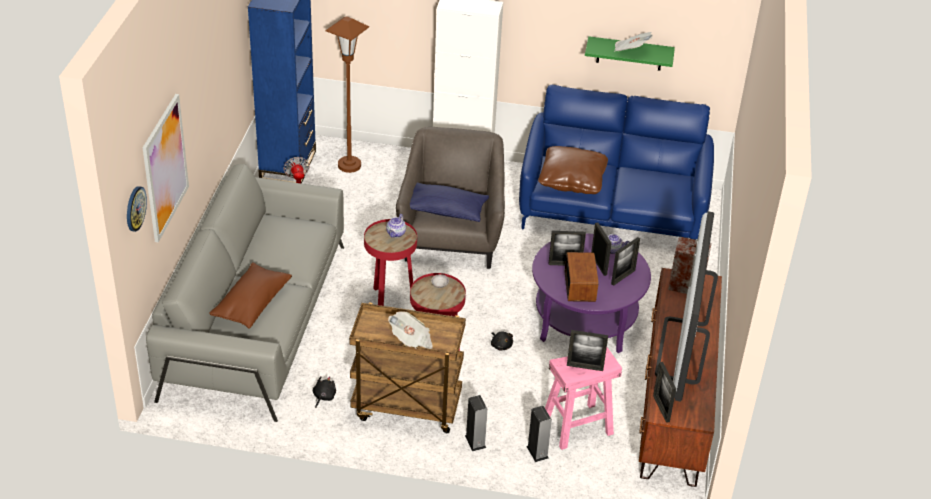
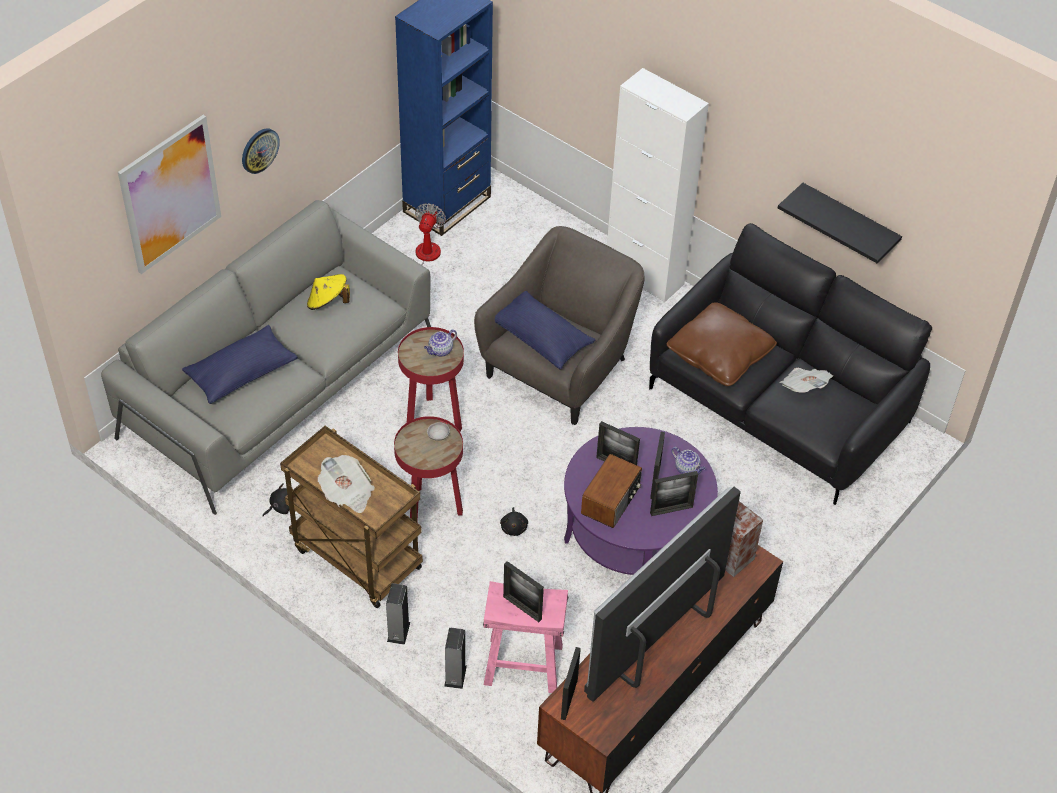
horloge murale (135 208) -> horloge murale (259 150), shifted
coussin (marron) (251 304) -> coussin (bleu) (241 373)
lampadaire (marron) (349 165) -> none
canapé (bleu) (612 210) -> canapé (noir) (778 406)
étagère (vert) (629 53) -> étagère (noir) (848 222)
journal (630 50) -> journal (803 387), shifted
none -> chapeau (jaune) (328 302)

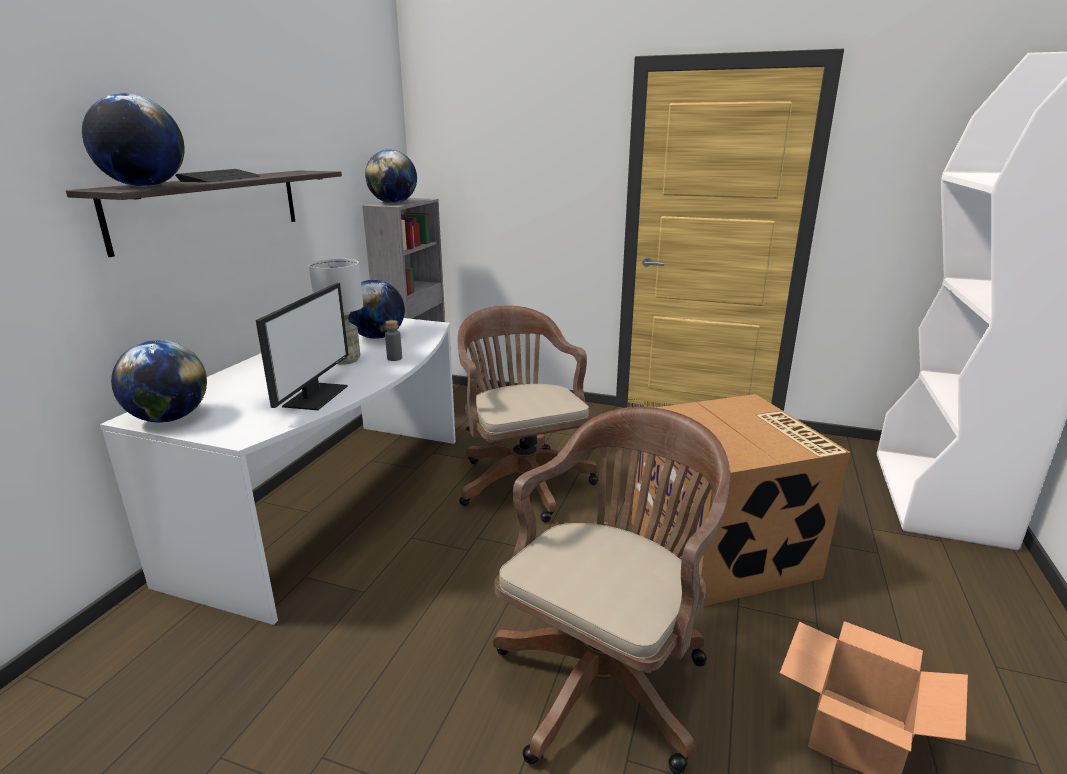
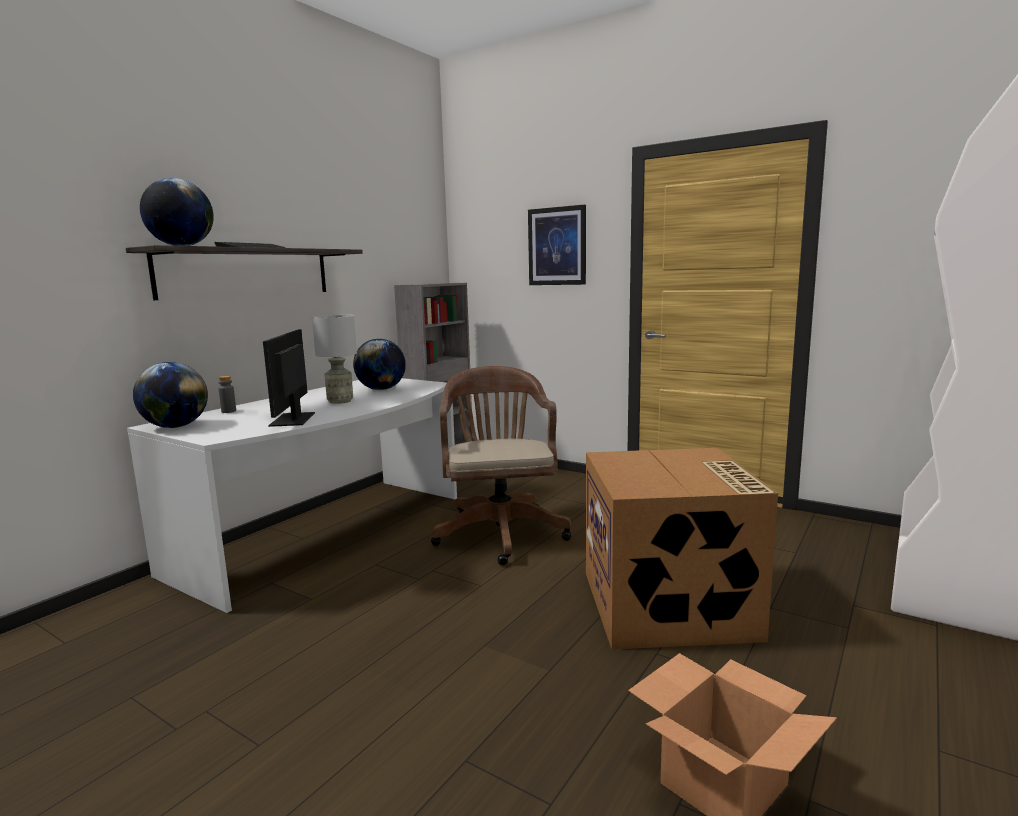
écran d'ordinateur (315 395) -> écran d'ordinateur (293 419), 150 degrees clockwise
globe (393 203) -> none
bouteille (gris) (394 358) -> bouteille (gris) (229 411), shifted
chaise de bureau (marron) (607 675) -> none
none -> tableau (557 246)

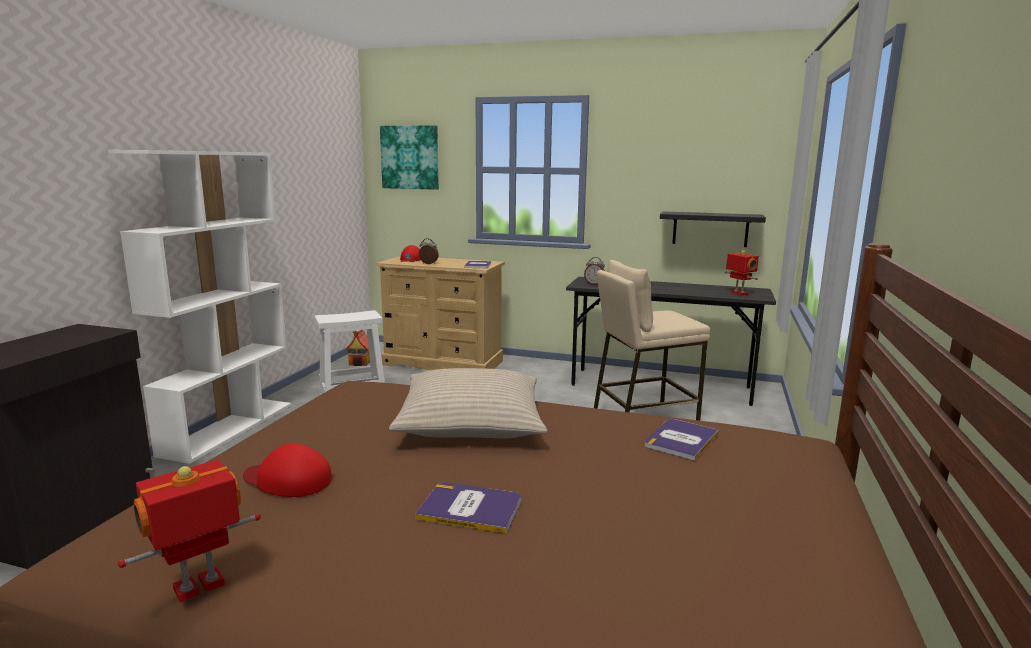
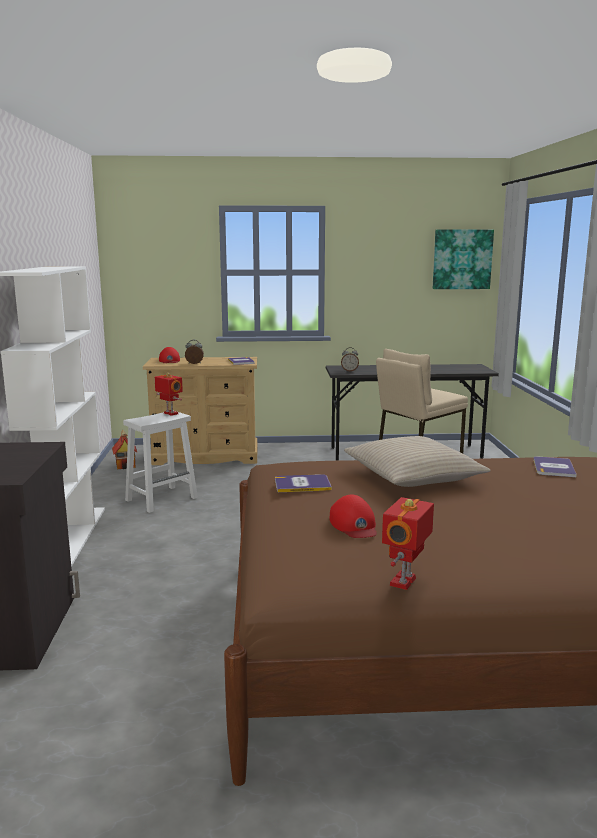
casquette (rouge) (287 480) -> casquette (rouge) (354 525), 105 degrees counterclockwise
tableau (410 157) -> tableau (462 259), shifted
livre (470 508) -> livre (302 484), shifted
étagère (noir) (710 229) -> none
robot jouet (739 293) -> robot jouet (170 414), shifted

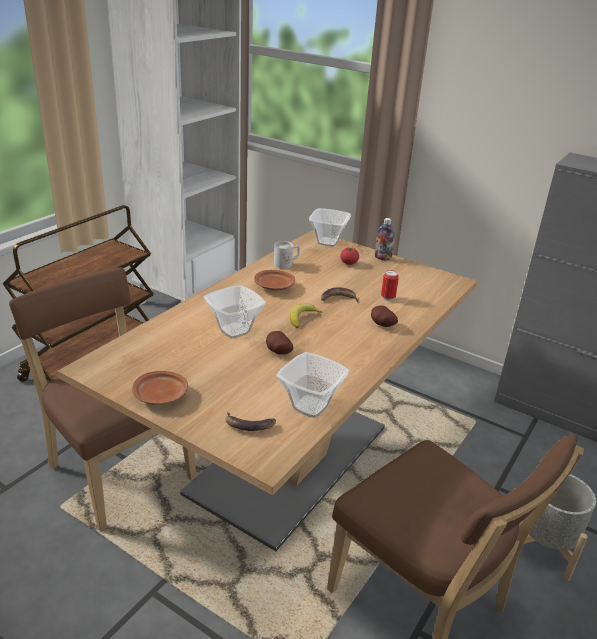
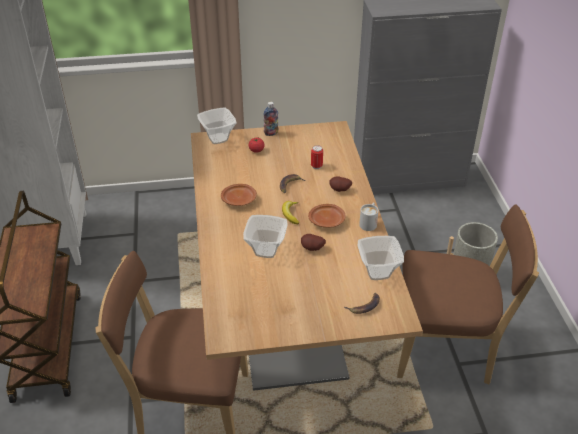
assiette (marron) (161 396) -> assiette (marron) (327 221), shifted
mug (blanc) (286 263) -> mug (blanc) (369 222), shifted

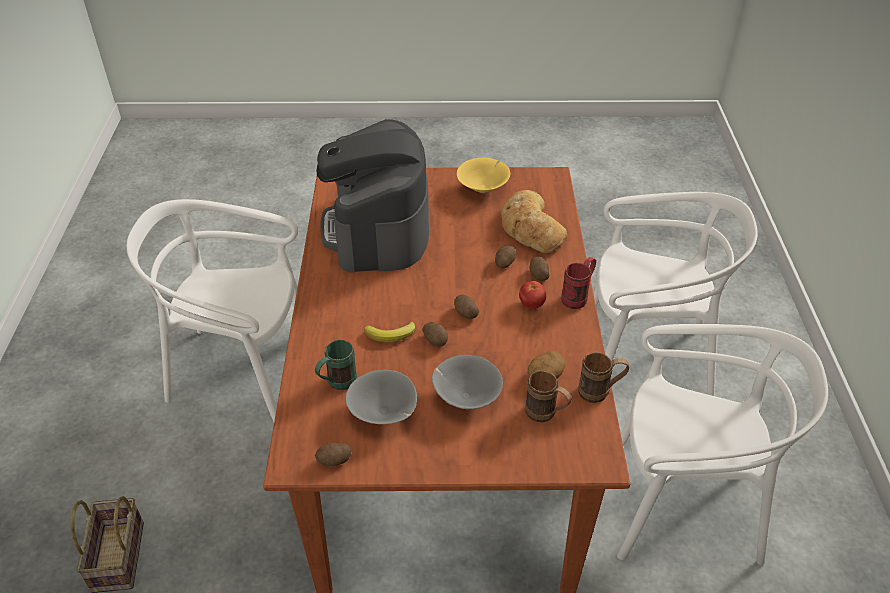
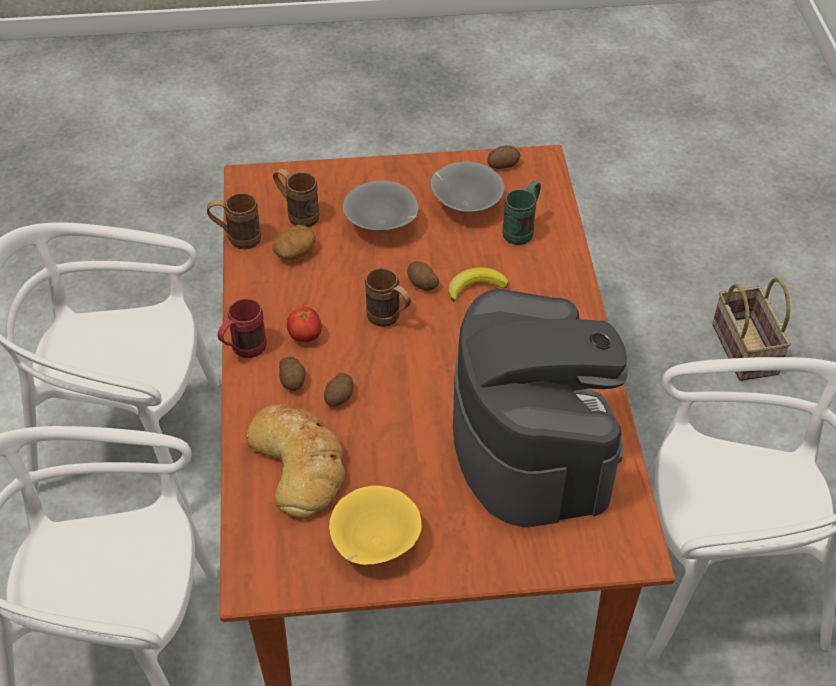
pomme de terre (465 313) -> mug (marron) (389 319)

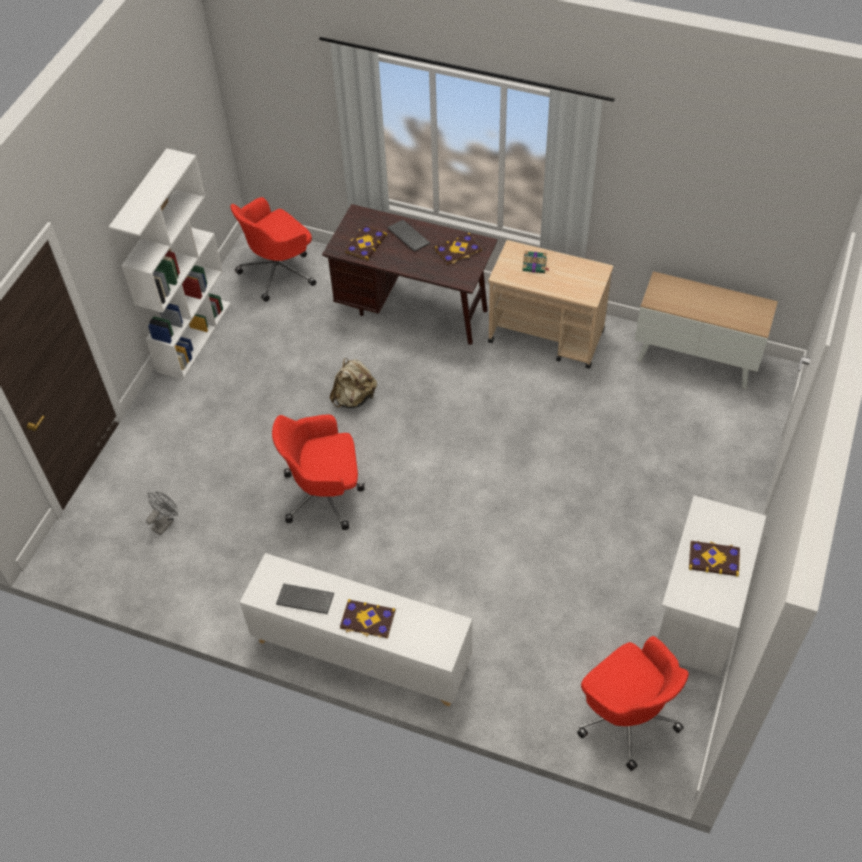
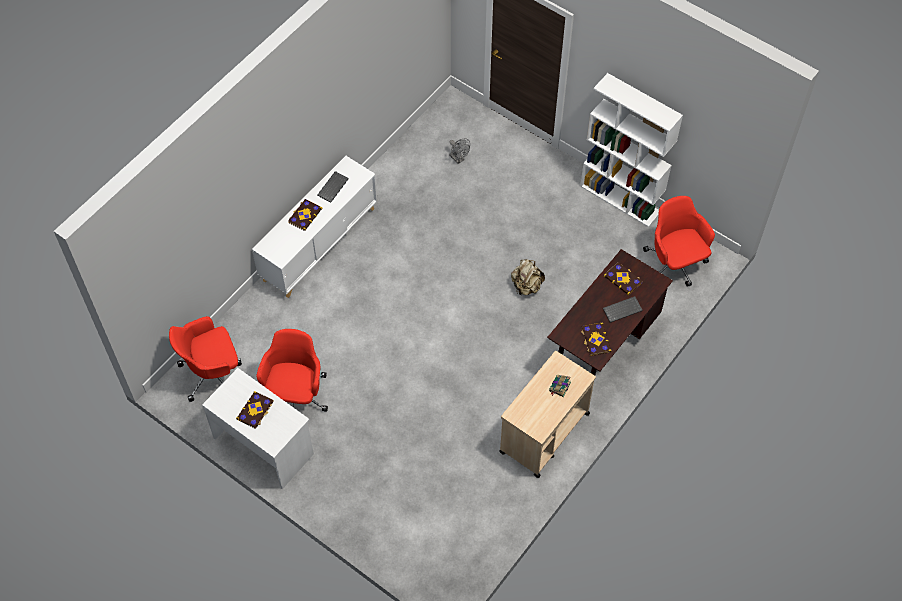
chaise de bureau (rouge) (325 494) -> chaise de bureau (rouge) (296 396), shifted
meuble de rangement (697 358) -> none

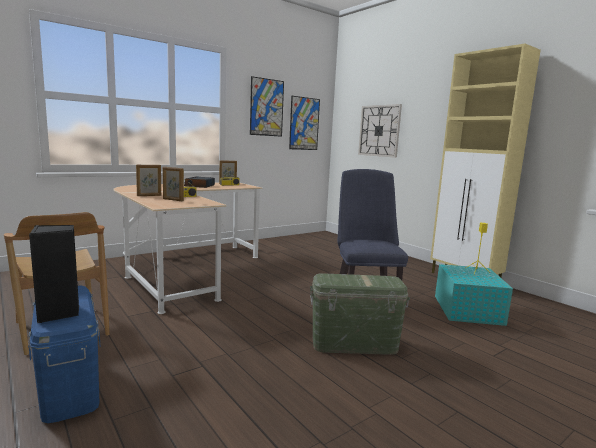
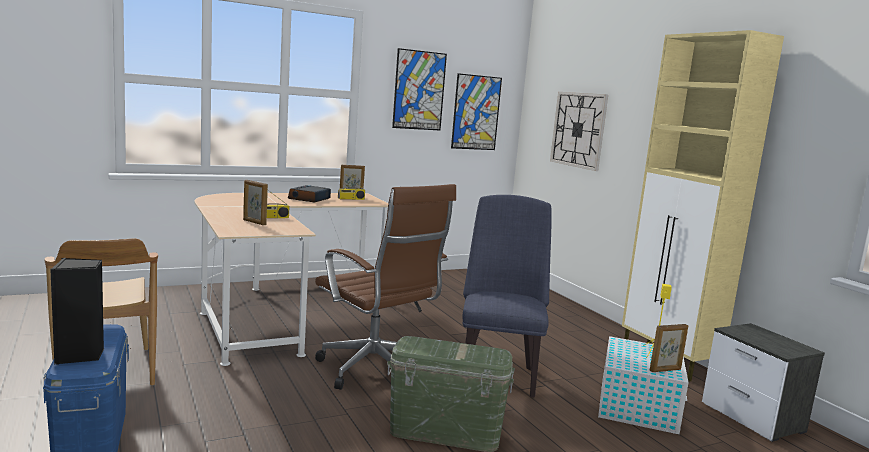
cadre photo (149 195) -> cadre photo (665 370), shifted
boîte de rangement (turquoise) (467 309) -> boîte de rangement (blanc) (638 405)
none -> chaise de bureau (marron) (376 371)
none -> table de chevet (753 418)

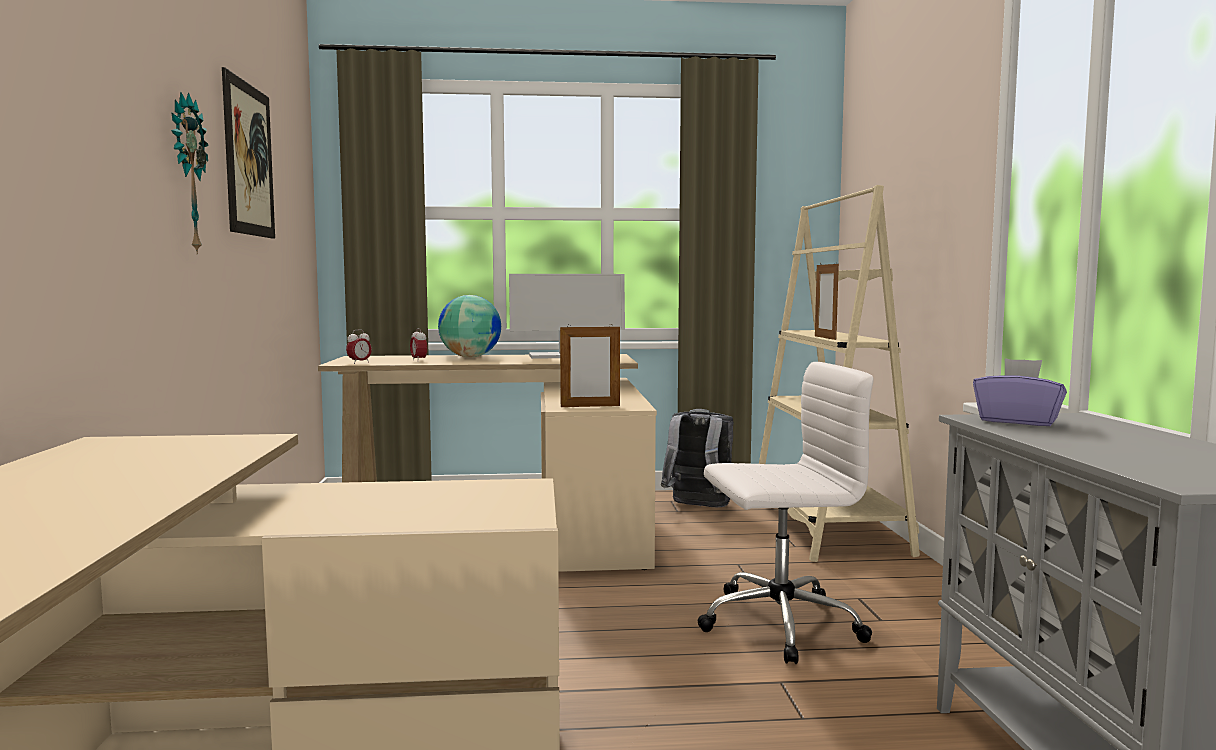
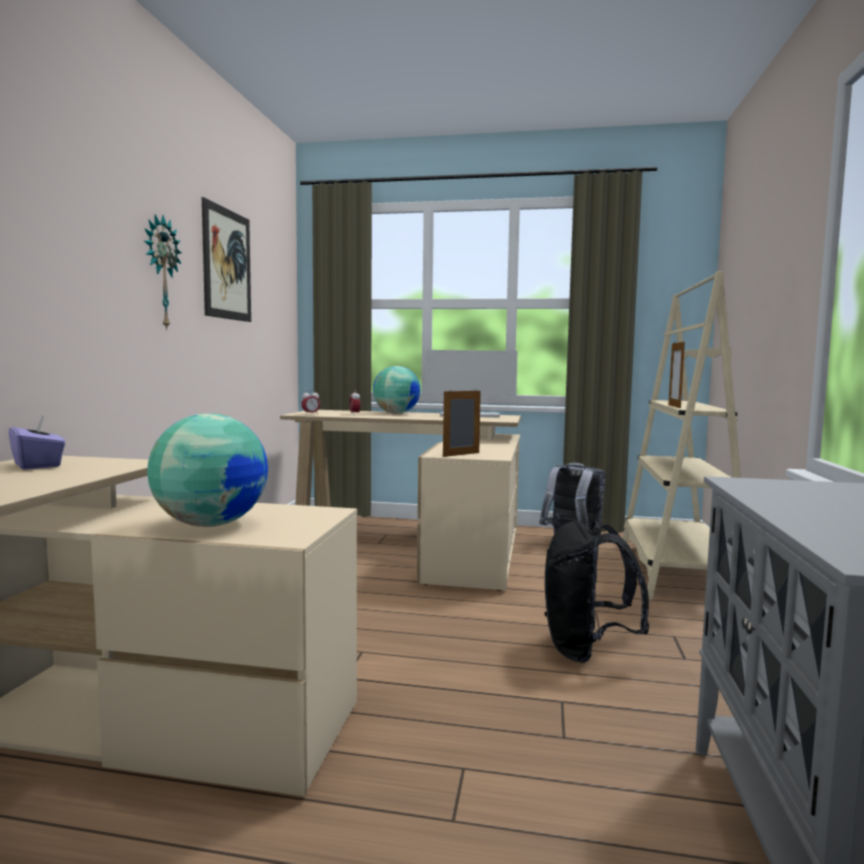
cadre photo (590 406) -> cadre photo (461 454), 135 degrees clockwise
chaise de bureau (blanc) (777 624) -> sac à dos (noir) (586 650)
boîte à mouchoirs (violet) (1018 421) -> boîte à mouchoirs (violet) (38 465), shifted
none -> globe (210 524)

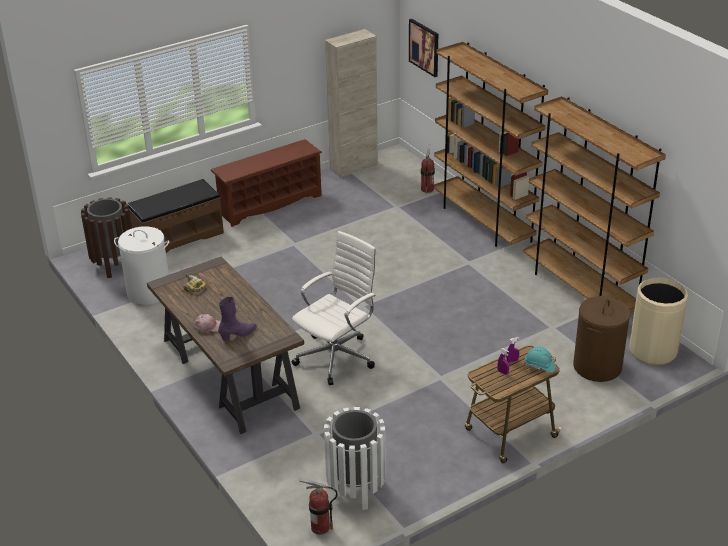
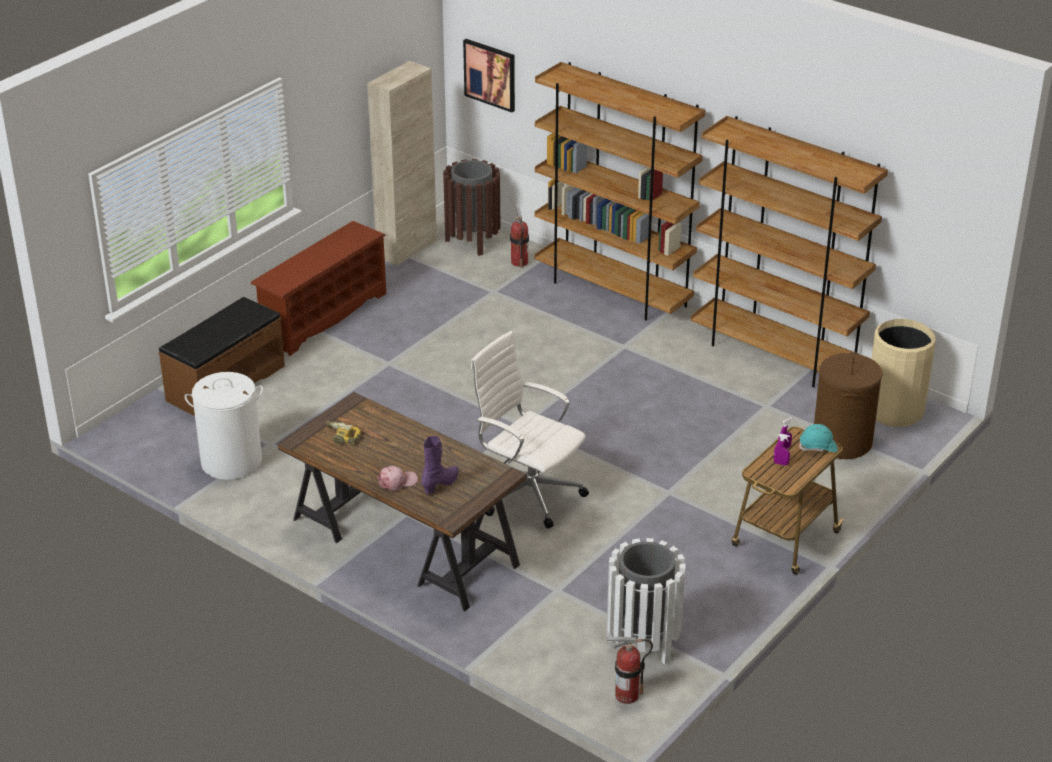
poubelle (marron) (114 264) -> poubelle (marron) (472 241), shifted
chaise de bureau (blanc) (337 356) -> chaise de bureau (blanc) (528 493), 75 degrees counterclockwise

